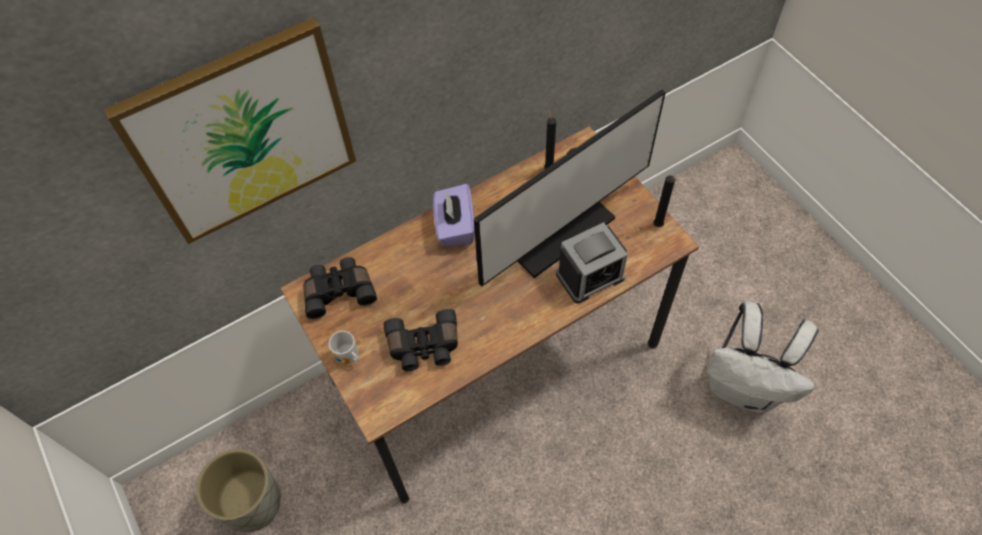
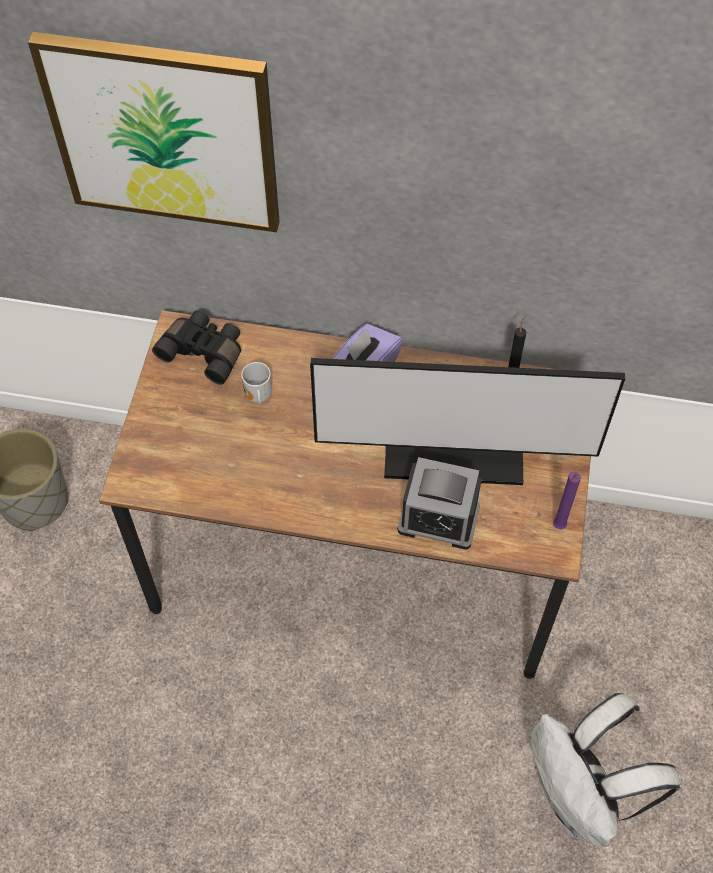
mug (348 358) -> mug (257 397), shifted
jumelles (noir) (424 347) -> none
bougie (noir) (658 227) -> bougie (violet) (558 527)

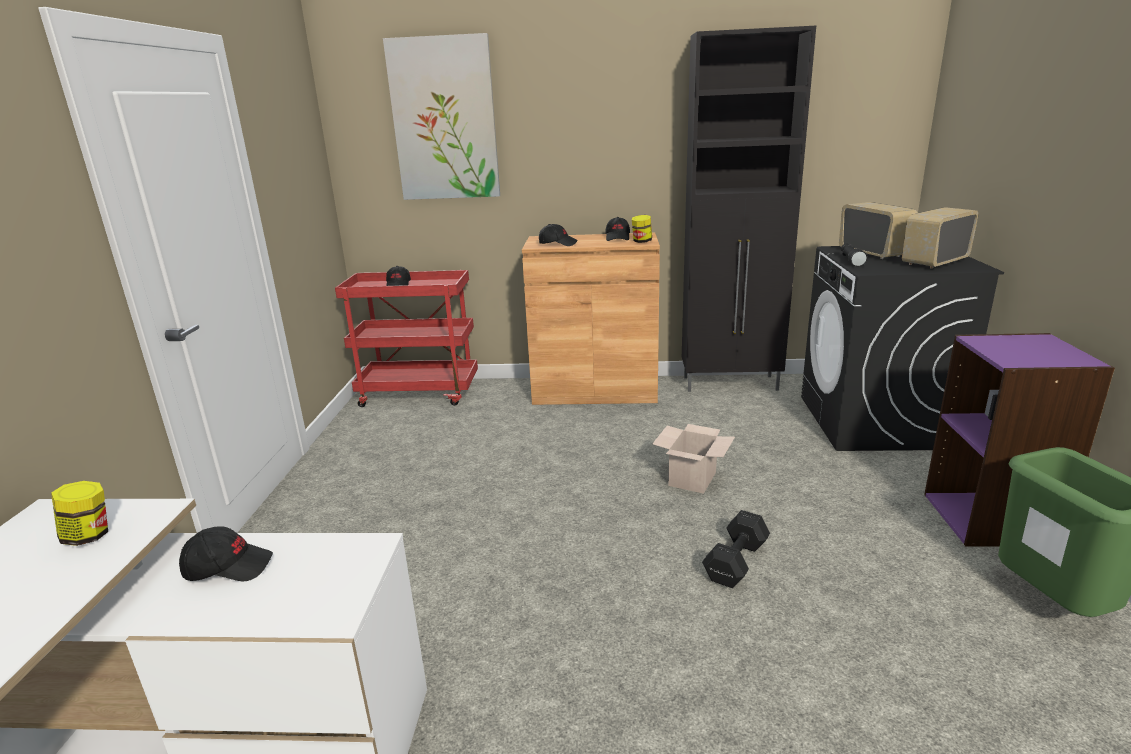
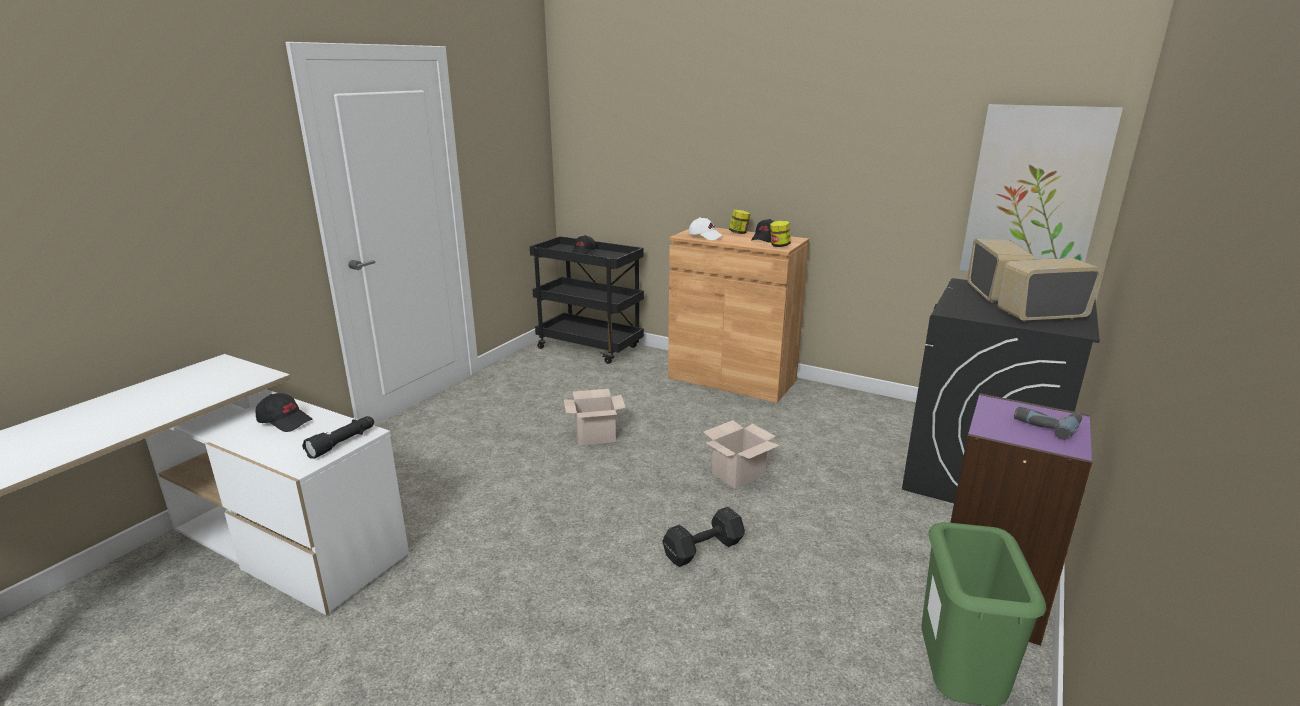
bocal (89 536) -> bocal (739 233), shifted
chariot (rouge) (420 393) -> chariot (noir) (591 348)
tableau (444 120) -> tableau (1034 194), shifted
casquette (noir) (558 244) -> casquette (blanc) (705 236)
meuble de rangement (noir) (731 384) -> none
lampe de poche (noir) (851 260) -> lampe de poche (noir) (343 443), shifted
none -> carton (596 435)
none -> perceuse (1046 424)

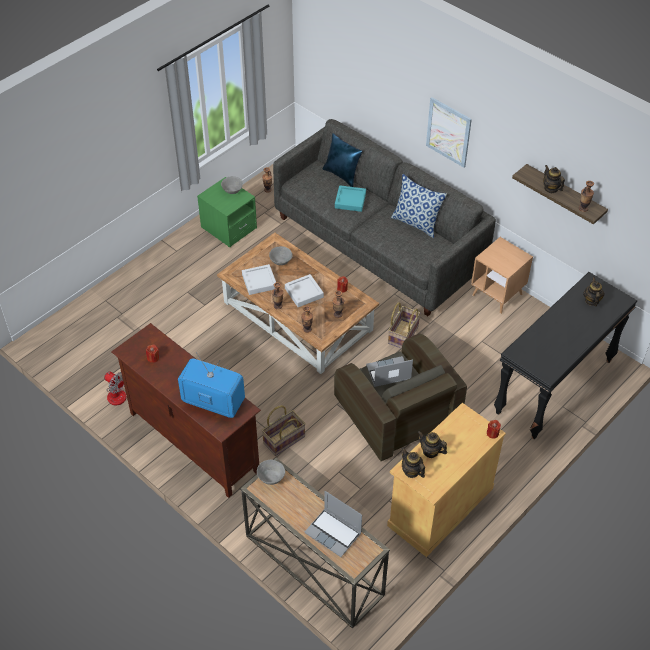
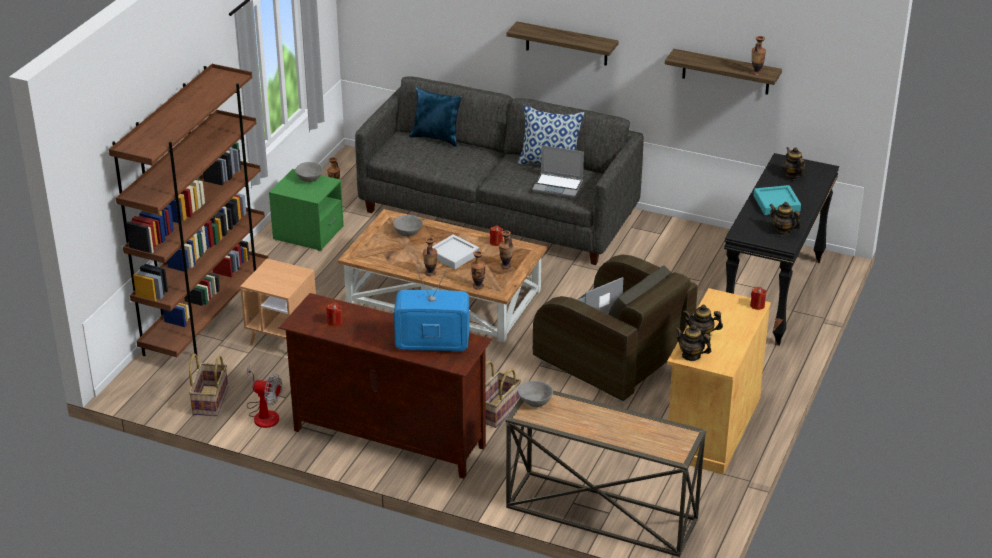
plateau (gris) (259 282) -> none
ordinateur portable (334 533) -> ordinateur portable (558 186), shifted
plateau (turquoise) (350 201) -> plateau (turquoise) (776 204), shifted
panier (402 334) -> panier (209 400), shifted
tableau (448 132) -> étagère (566 44)
table d'appoint (marron) (497 295) -> table d'appoint (marron) (282 338), shifted
théière (551 188) -> théière (783 231), shifted
none -> bibliothèque (marron) (206 316)

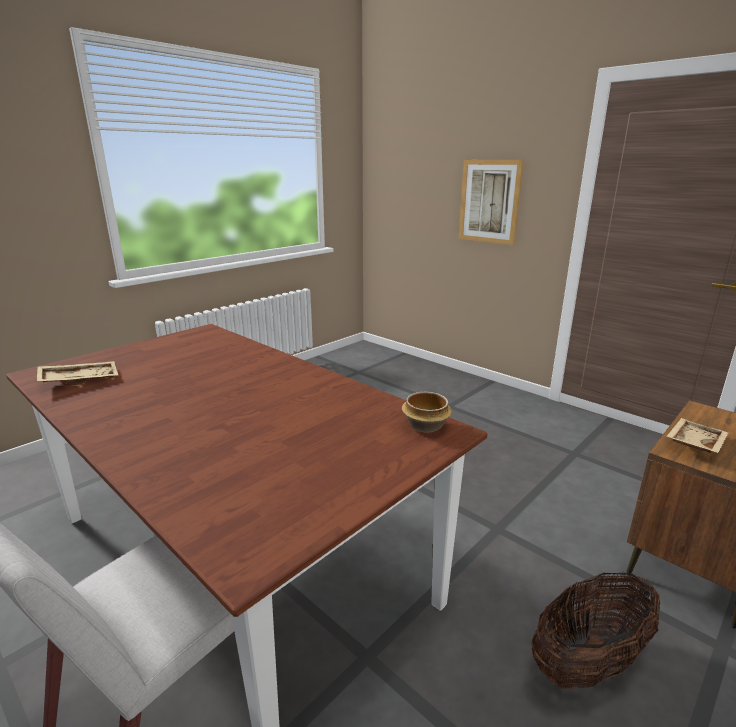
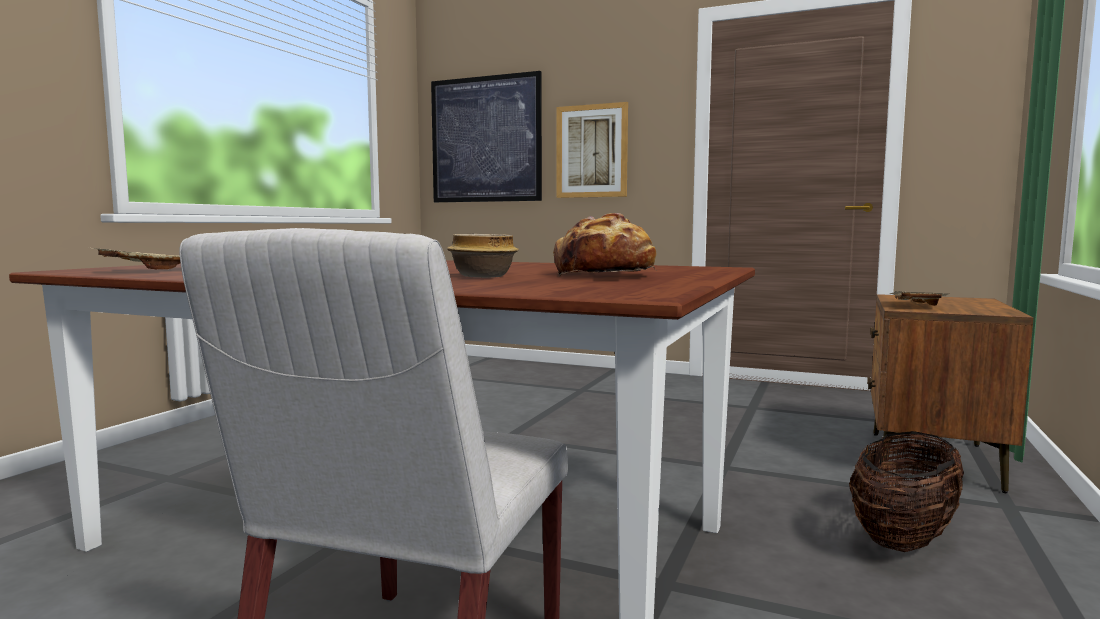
bol (426 425) -> bol (483 276), shifted
none -> tableau (486 139)
none -> pain (605 275)

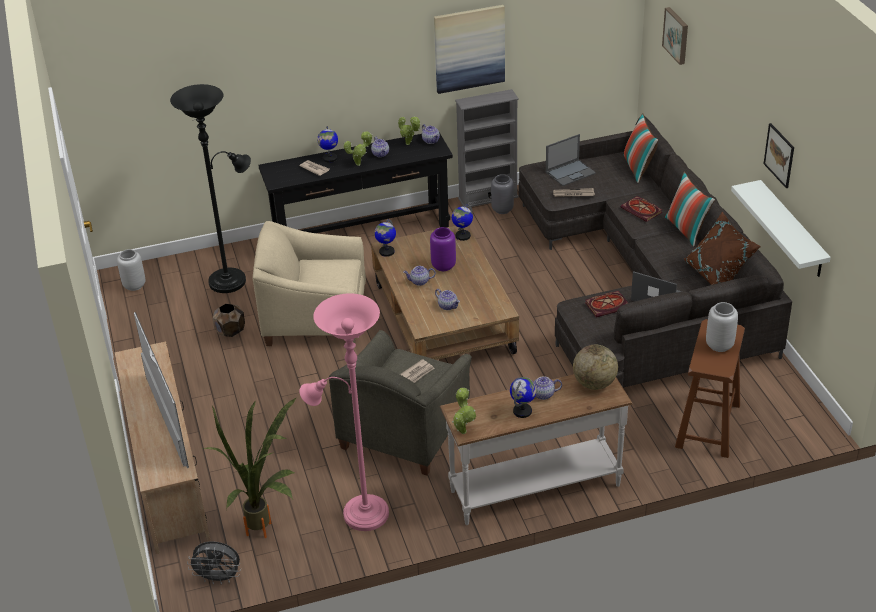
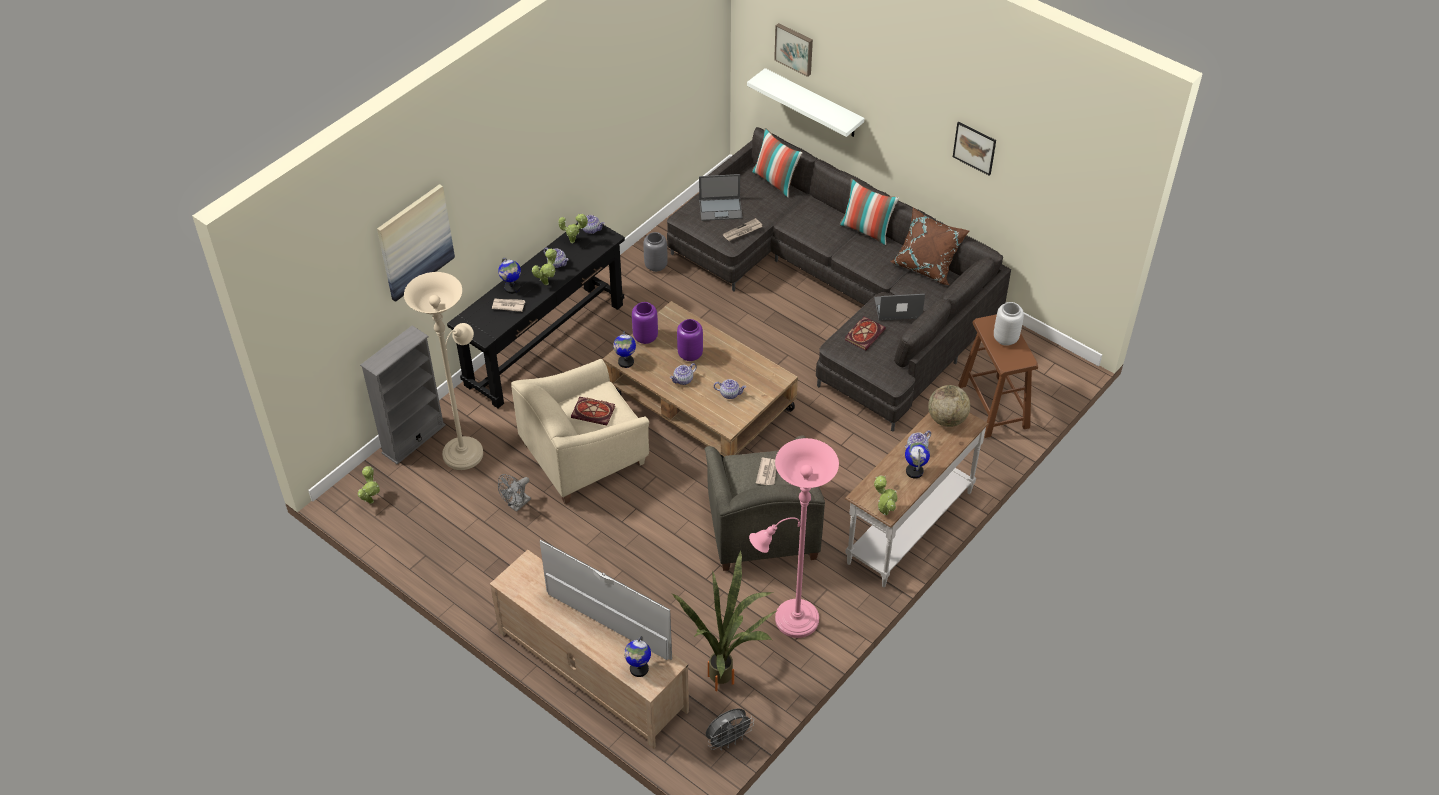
vase (gris) (134 285) -> plante en pot (371 500)
lampadaire (noir) (231 279) -> lampadaire (beige) (465 450)
cache-pot (marron) (231 332) -> ventilateur (gris) (517 505)
tableau (469 48) -> tableau (415 242), shifted
globe (462 236) -> globe (638 669), shifted
bibliothèque (gris) (488 197) -> bibliothèque (gris) (413 439), shifted
ordinateur portable (570 172) -> ordinateur portable (721 209), 60 degrees clockwise
livre (642 210) -> livre (594 412), shifted
étagère (blanc) (792 230) -> étagère (blanc) (813 103), shifted
none -> vase (violet) (645 337)

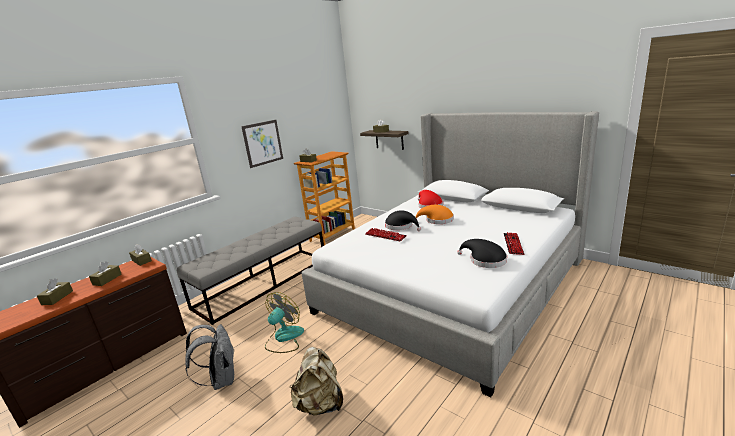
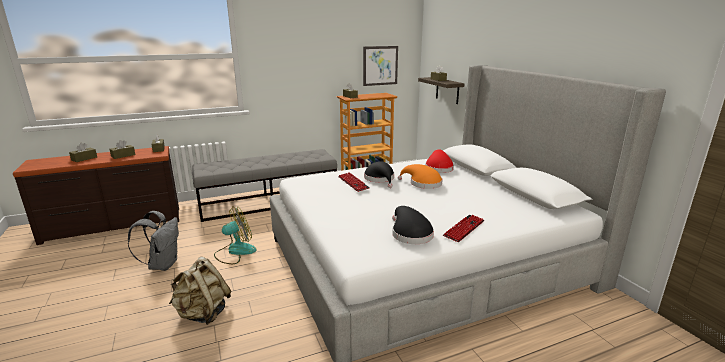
tableau (263 143) -> tableau (380 65), shifted

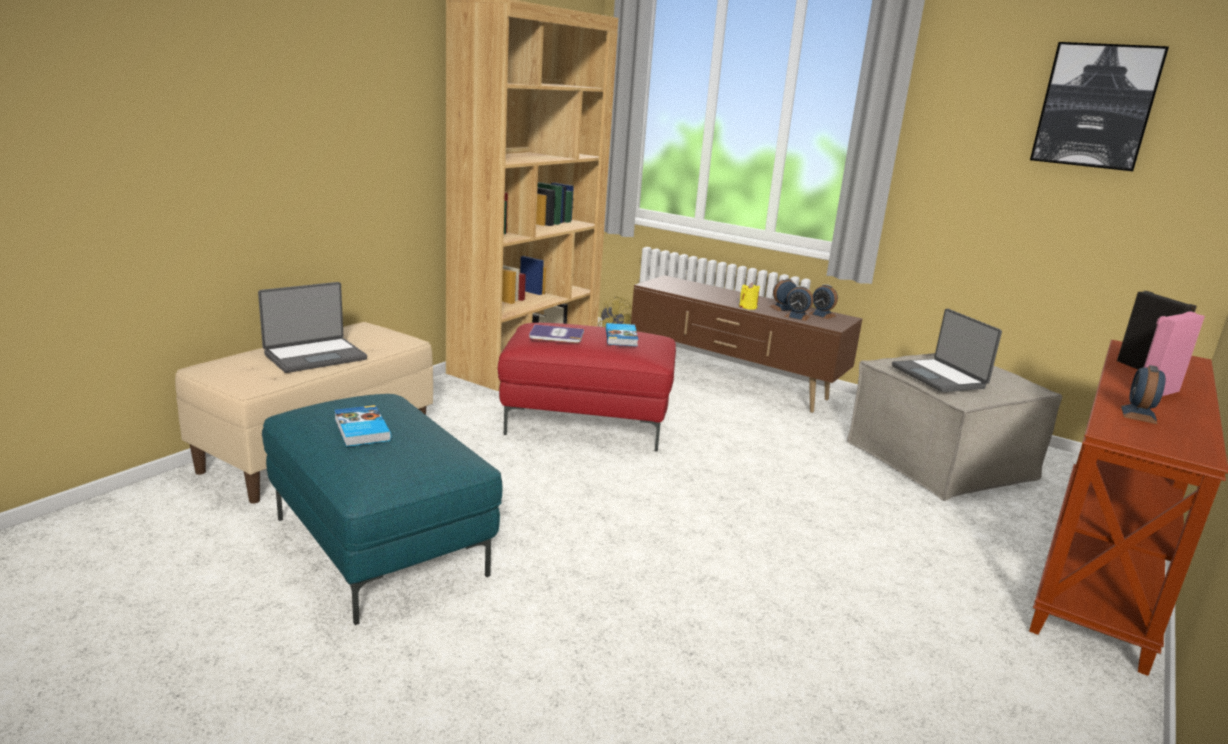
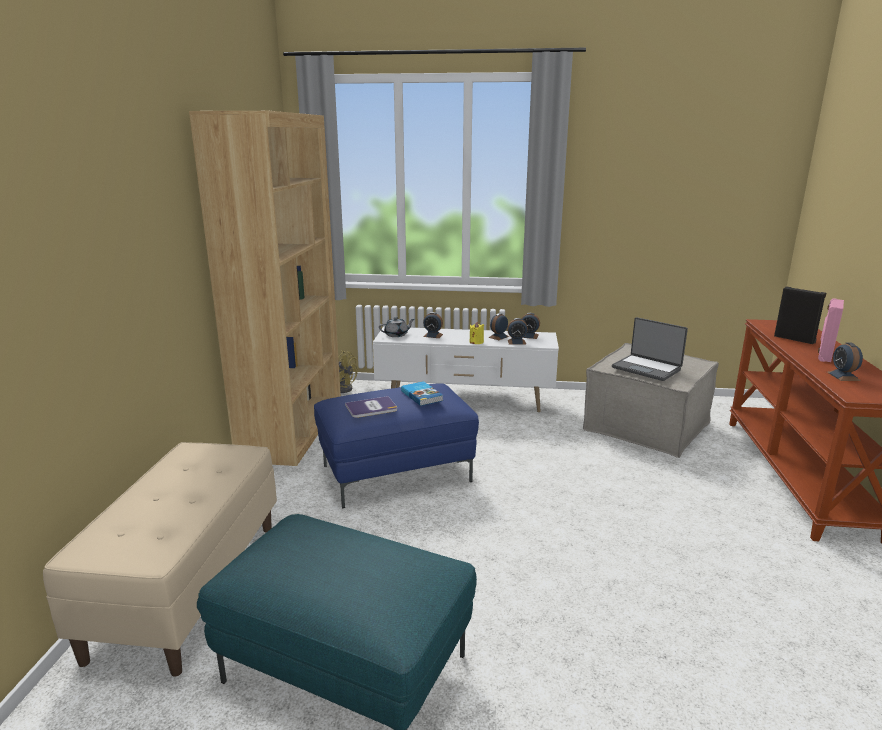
ordinateur portable (315 356) -> none
livre (360 430) -> none
pouf (rouge) (587 422) -> pouf (bleu) (396 472)
meuble télé (marron) (733 382) -> meuble télé (blanc) (465 402)
tableau (1096 106) -> none
none -> théière (gris) (396 335)
none -> réveil (433 335)

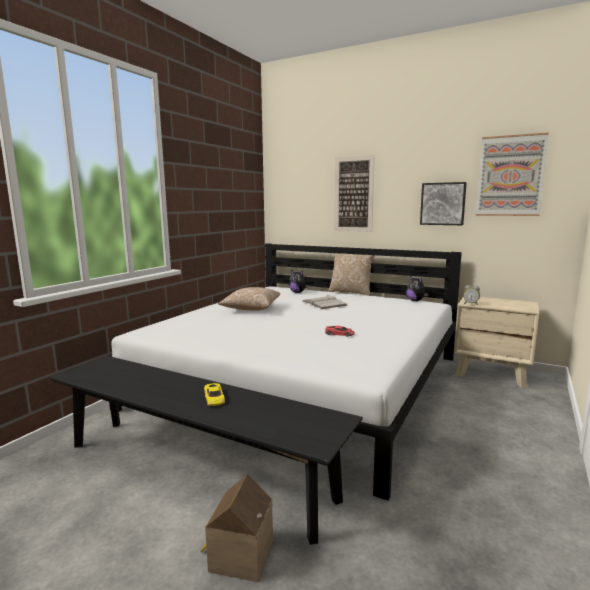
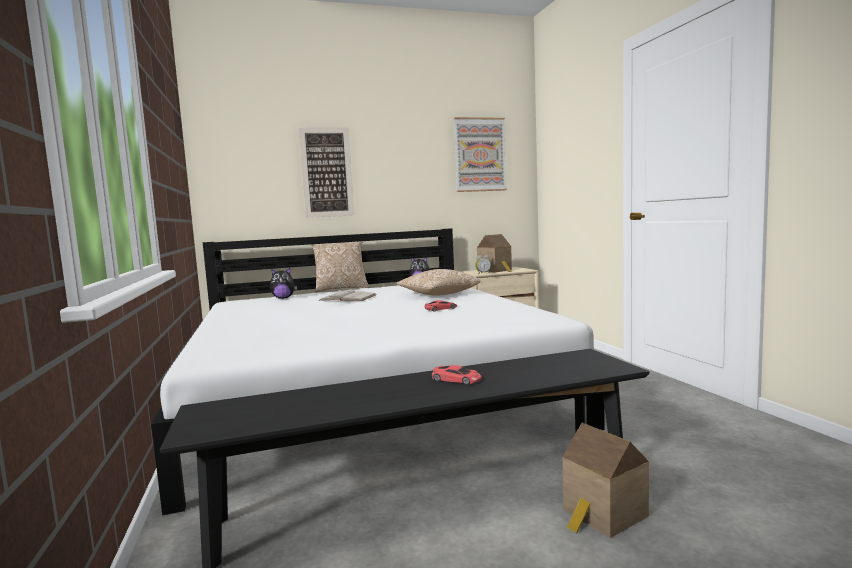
petite voiture (jaune) (214 398) -> petite voiture (rouge) (456 379)
coussin (251 308) -> coussin (438 295), shifted
tableau (443 204) -> none
none -> maison miniature (496 270)

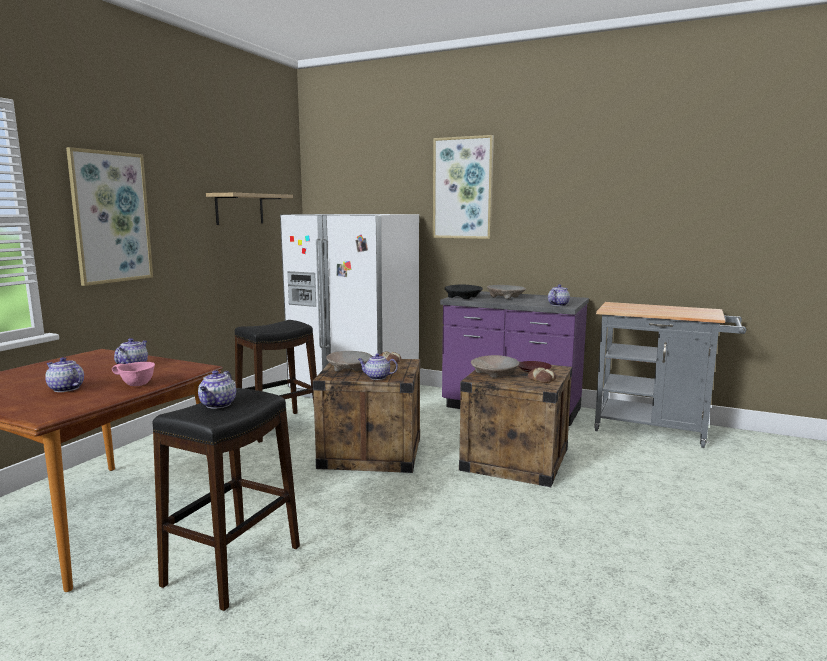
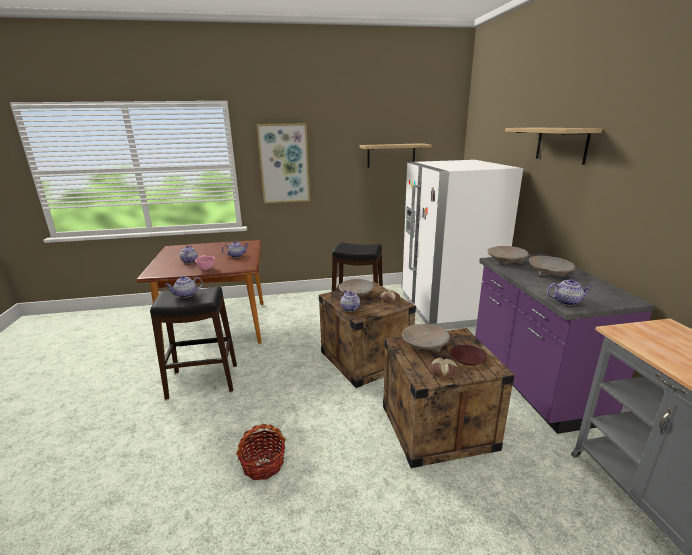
tableau (462 188) -> étagère (561 144)
bol (noir) (463 297) -> bol (beige) (506 261)
none -> panier (263 464)

